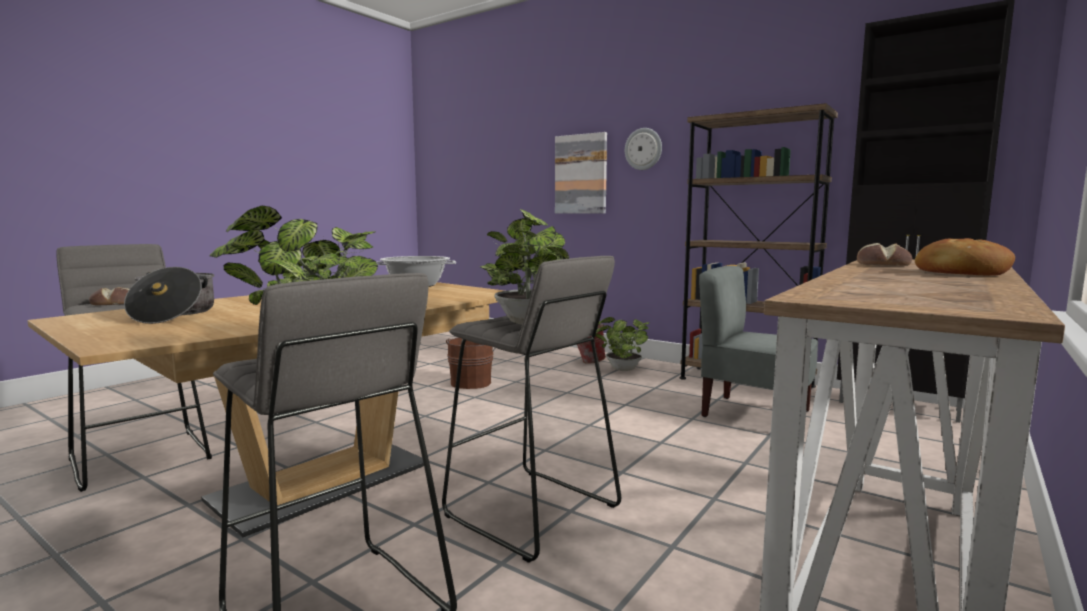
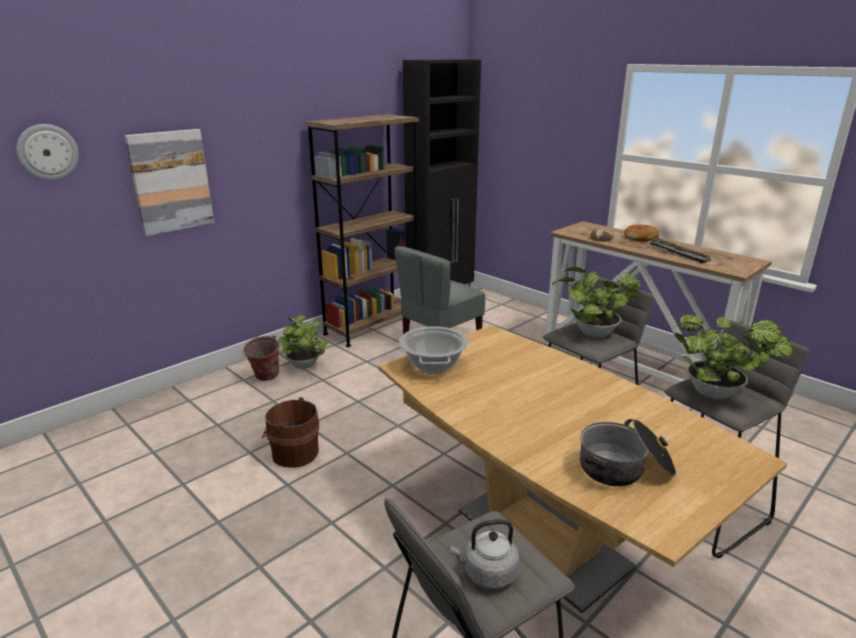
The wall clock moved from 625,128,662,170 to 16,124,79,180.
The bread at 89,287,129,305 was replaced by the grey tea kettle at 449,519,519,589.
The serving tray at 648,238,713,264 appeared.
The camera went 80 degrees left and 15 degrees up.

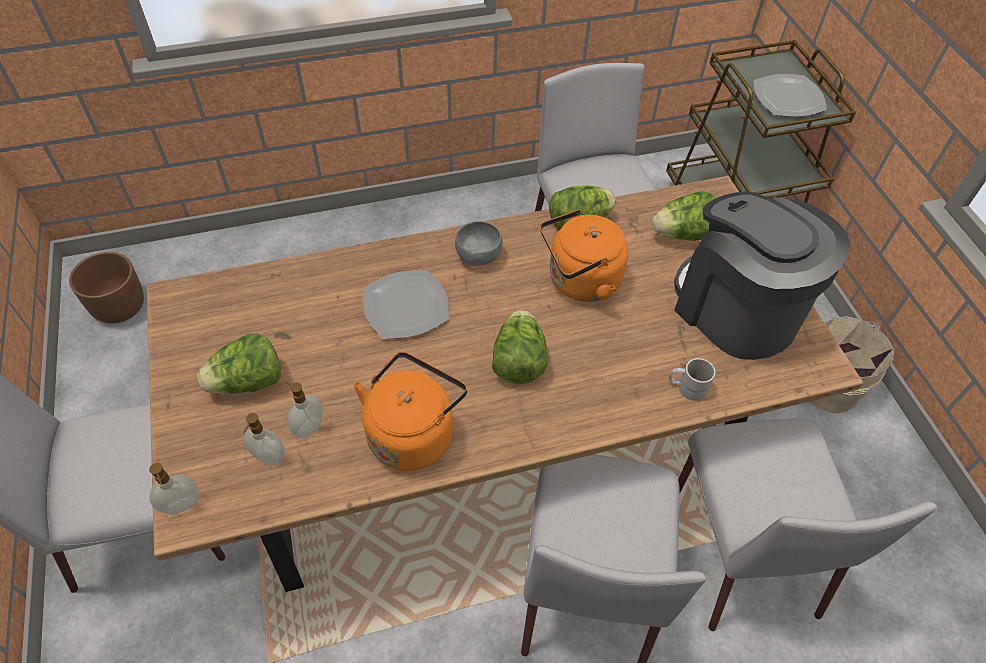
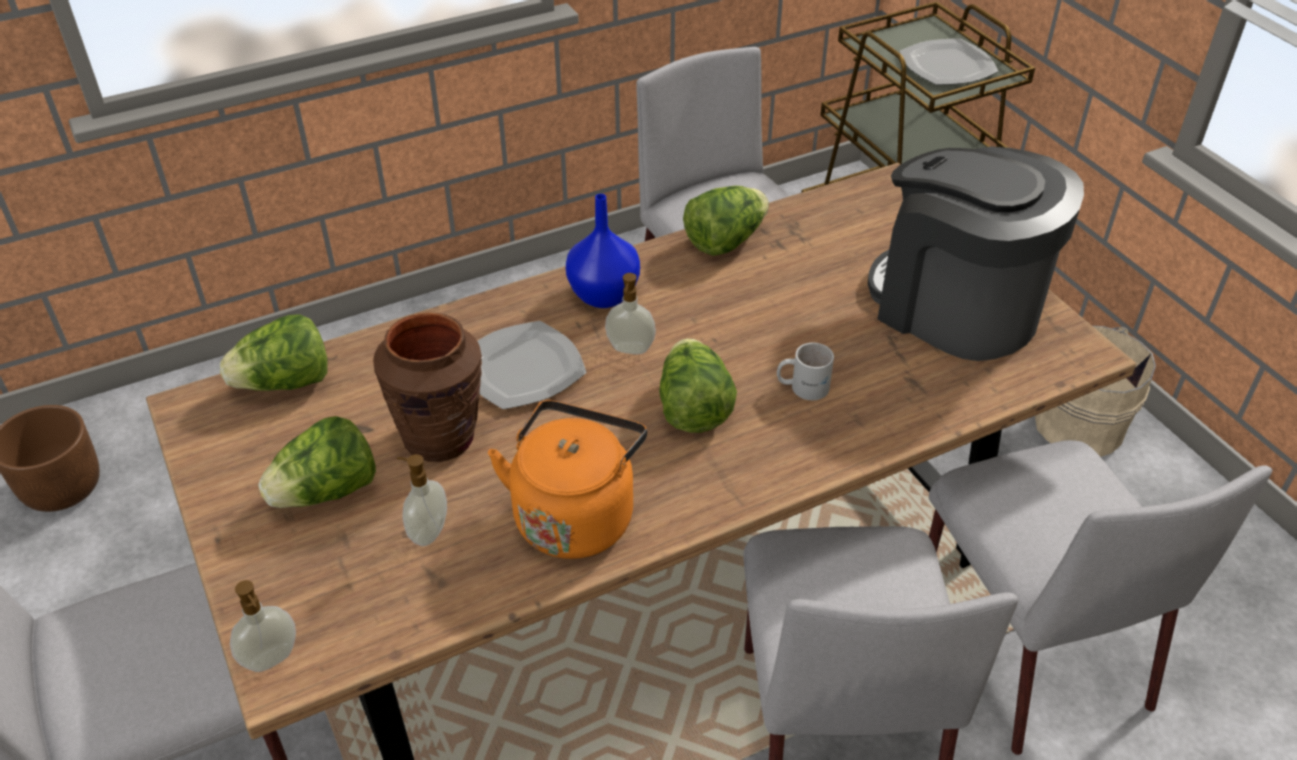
The lettuce head moved from 652,191,716,241 to 220,315,328,391.
The orange-coloured tea kettle at 540,209,628,302 disappeared.
The grey bowl at 455,221,503,266 was replaced by the bluish decorative vase at 566,194,640,308.
The white coffee mug moved from 669,358,715,401 to 777,343,834,400.
The soap dispenser moved from 243,413,285,466 to 605,273,656,354.
The brownish decorative vase at 373,312,482,462 appeared.
The camera went 10 degrees left and 10 degrees down.

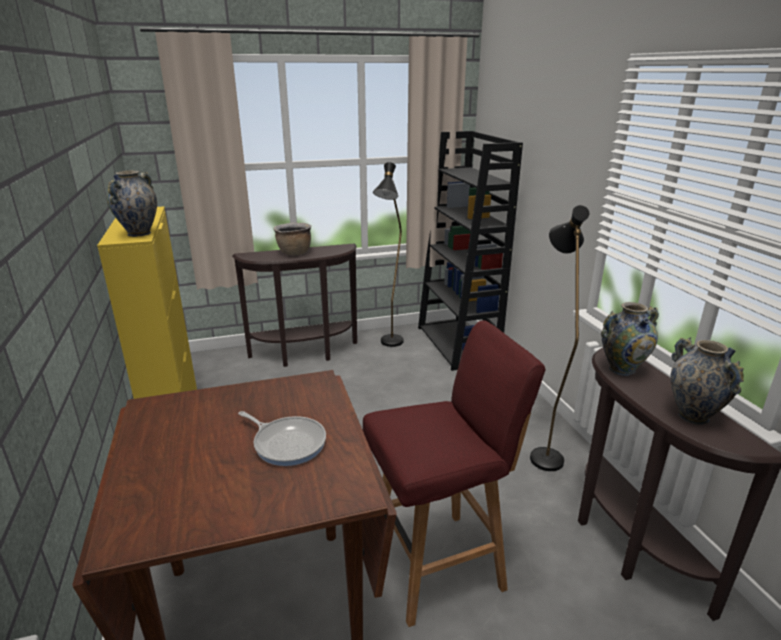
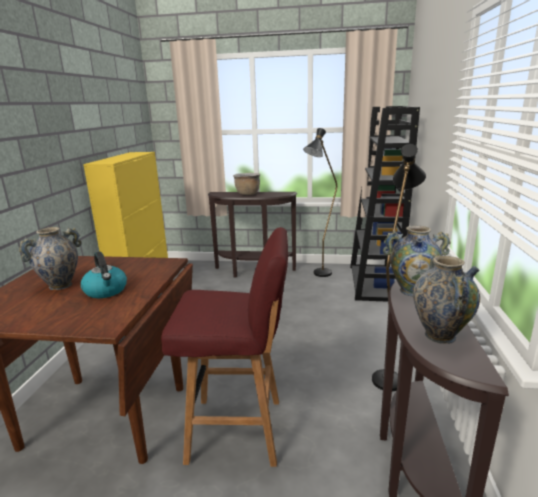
The decorative vase moved from 107,170,157,237 to 19,227,82,290.
The pan at 238,411,326,466 was replaced by the tea kettle at 81,252,127,298.
The camera went 25 degrees right and 5 degrees down.

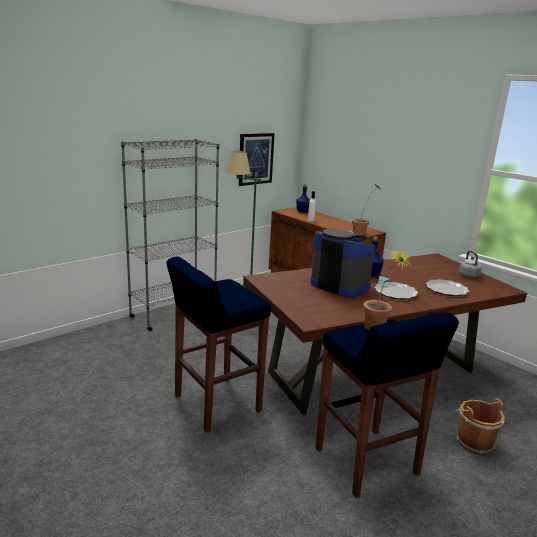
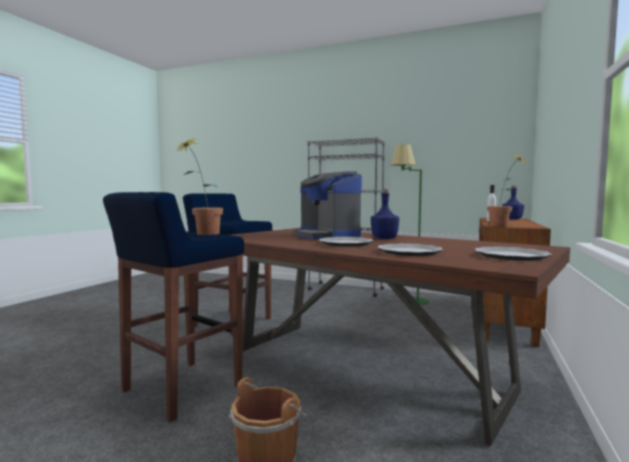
The wall picture at 239,133,275,186 disappeared.
The coffee maker at 311,229,375,297 turned 135 degrees clockwise.
The grey tea kettle at 459,251,482,277 was replaced by the flat dish at 475,246,552,261.
The camera went 65 degrees right and 15 degrees down.

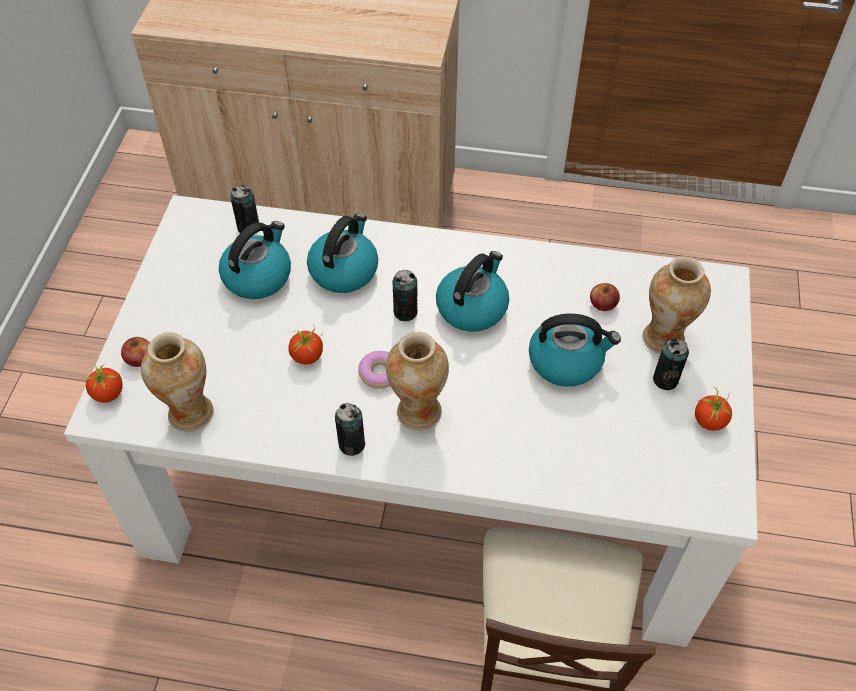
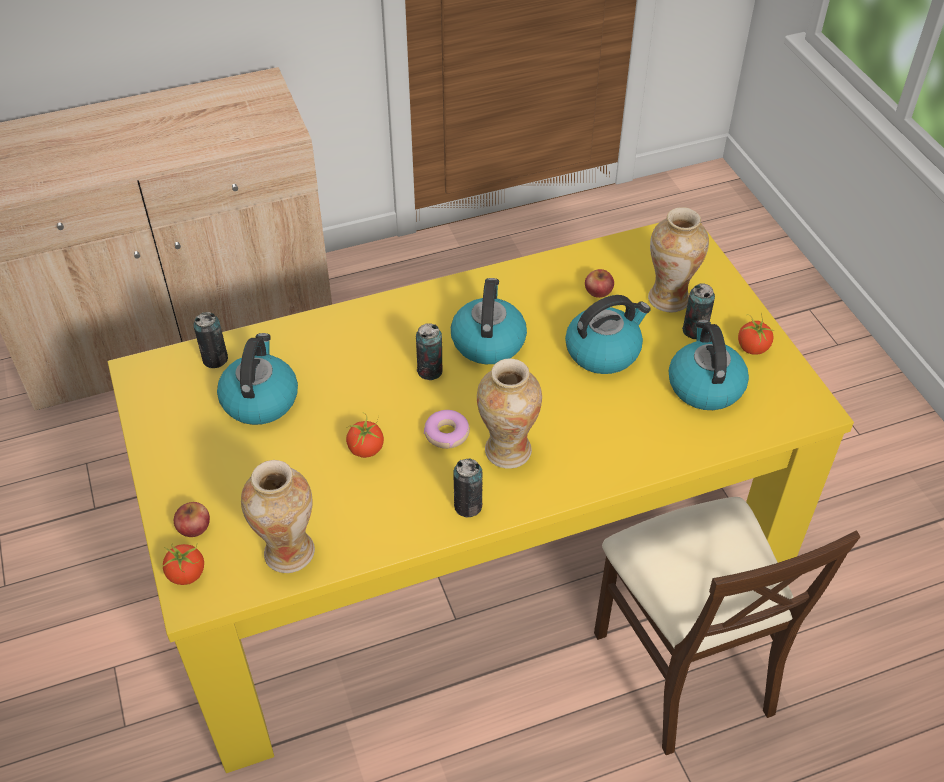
The white dining table at 64,195,758,647 became the yellow-coloured dining table at 108,222,854,773.
The tea kettle moved from 307,213,378,293 to 669,320,749,410.
The camera went 30 degrees left and 5 degrees down.

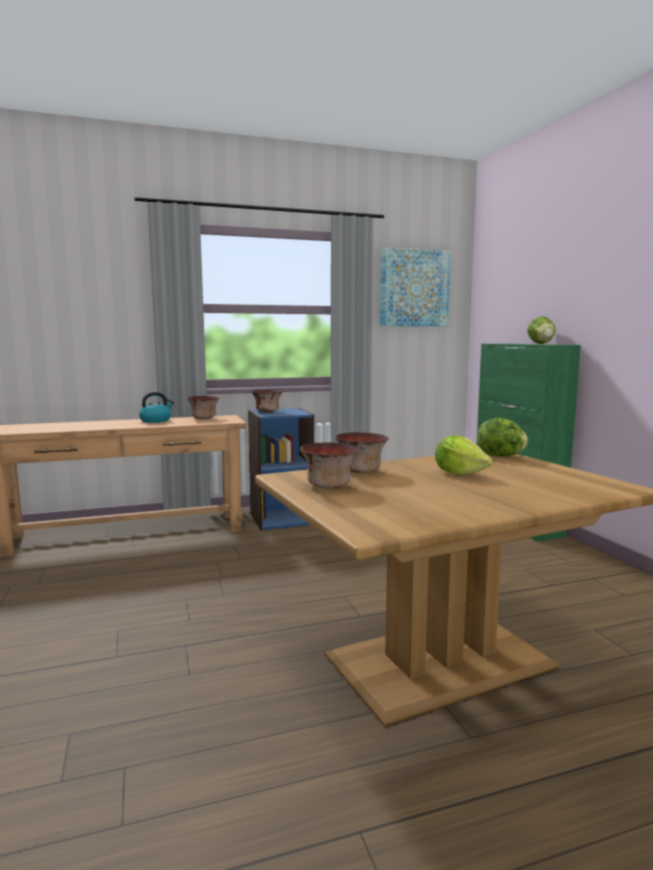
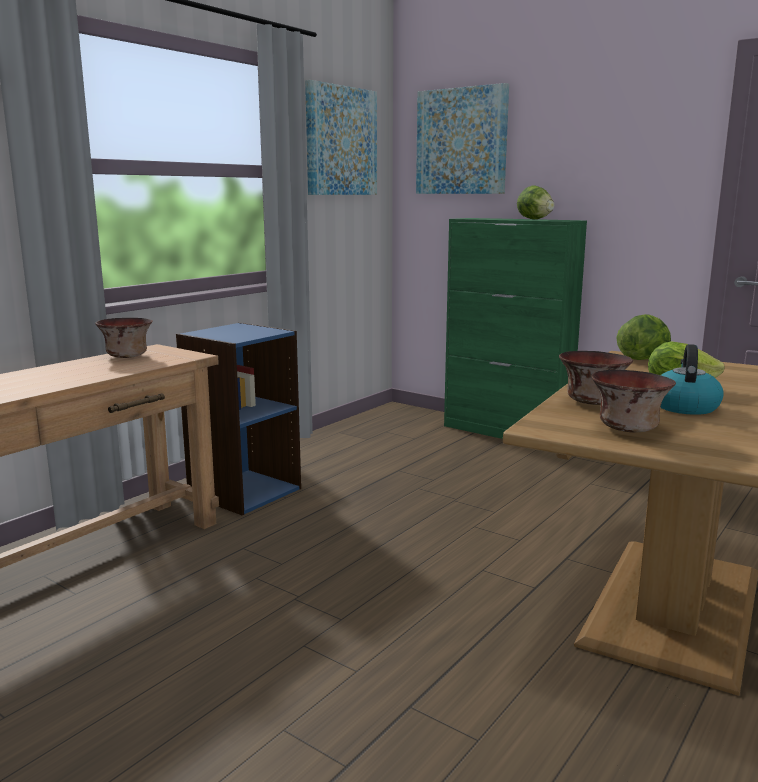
The bowl at 251,390,283,412 disappeared.
The tea kettle moved from 139,392,174,423 to 660,344,724,415.
The wall picture at 416,83,509,194 appeared.
The camera went 35 degrees left and 5 degrees up.

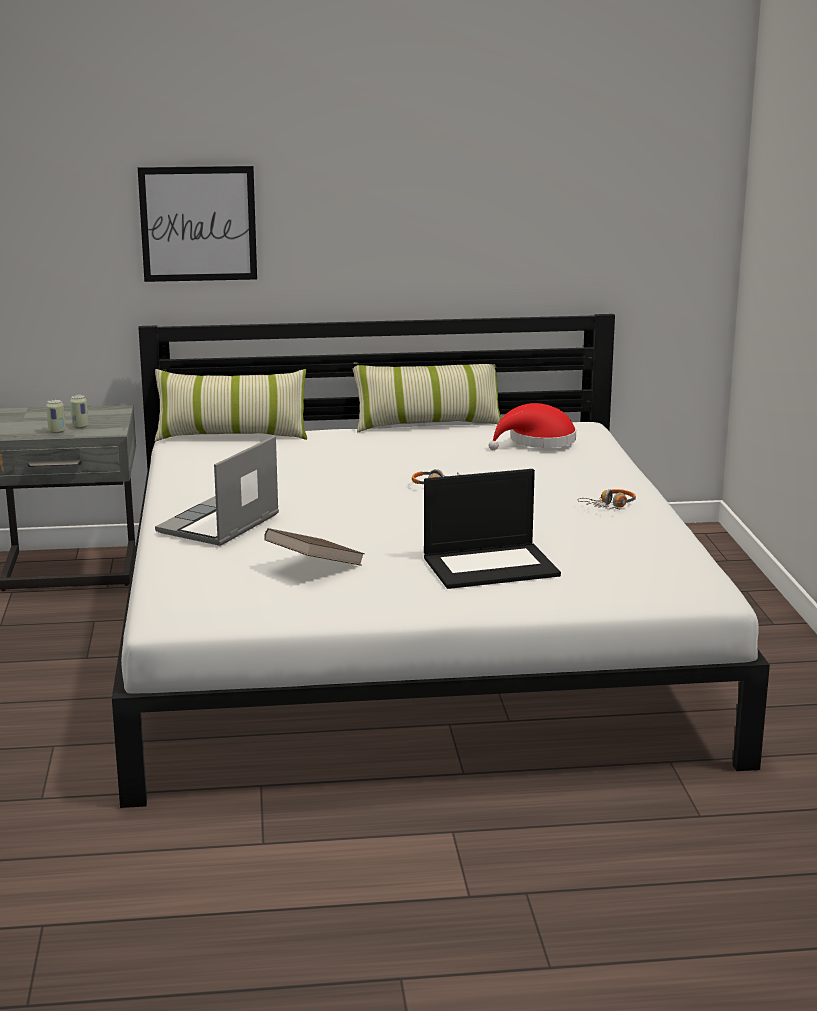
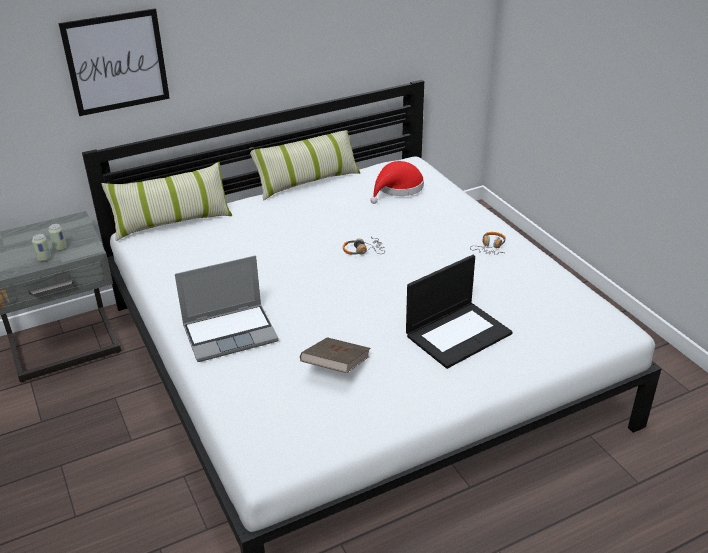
The portable computer at 155,436,279,546 turned 120 degrees counterclockwise.
The camera went 20 degrees left and 15 degrees up.

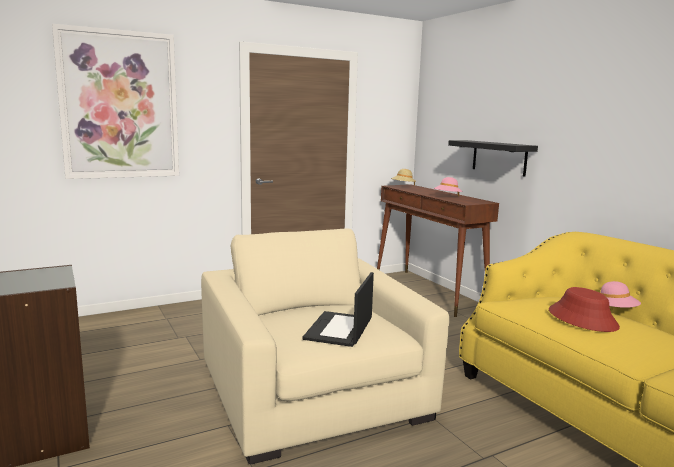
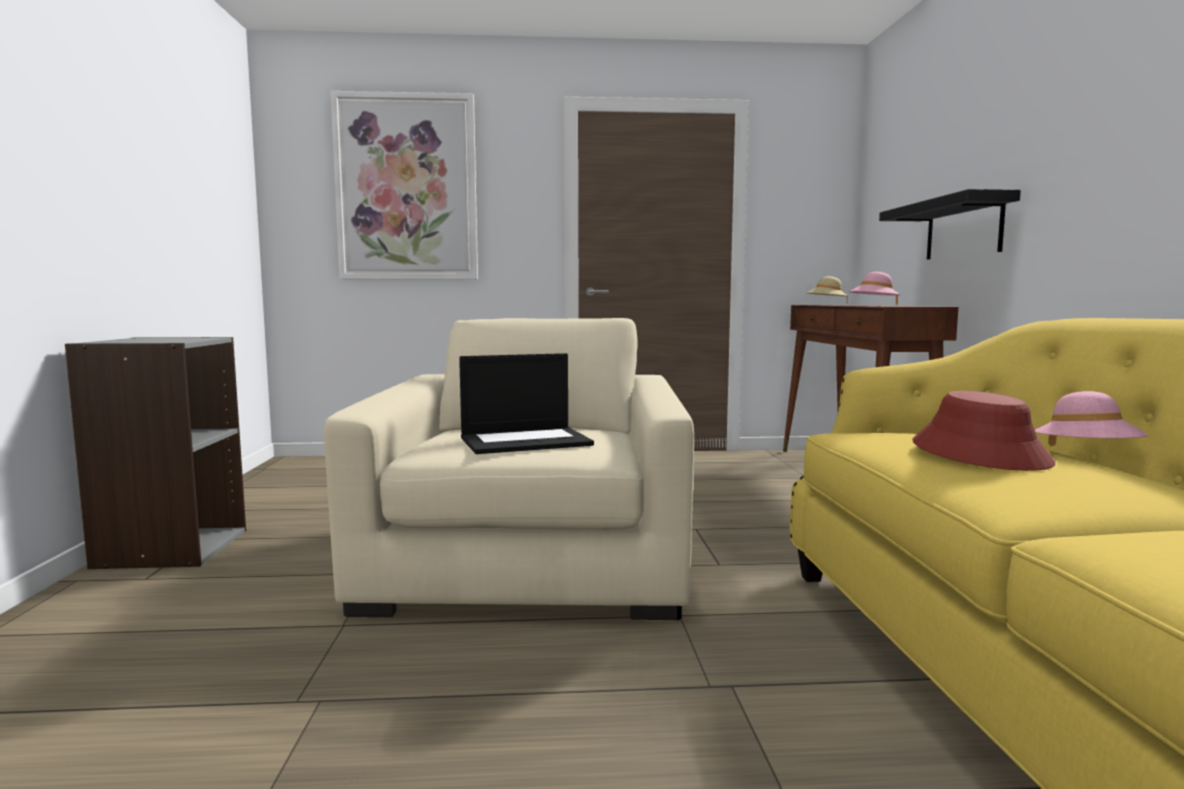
The portable computer at 302,272,374,347 turned 150 degrees counterclockwise.
The camera went 25 degrees right and 5 degrees down.

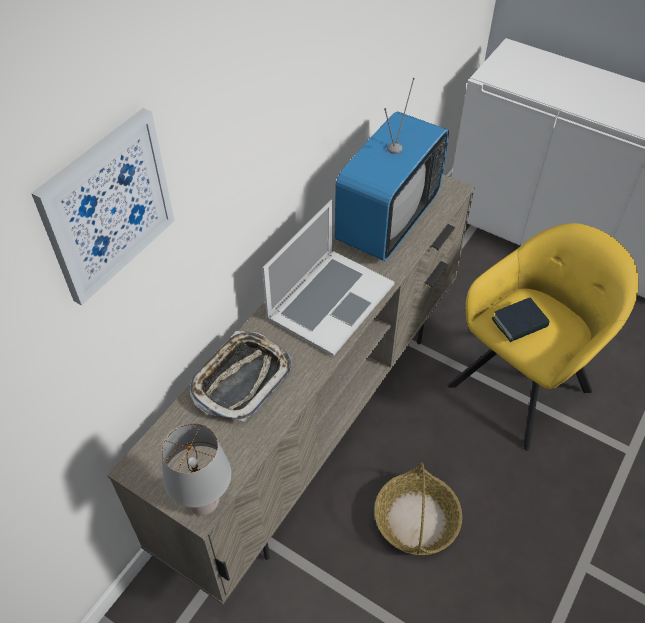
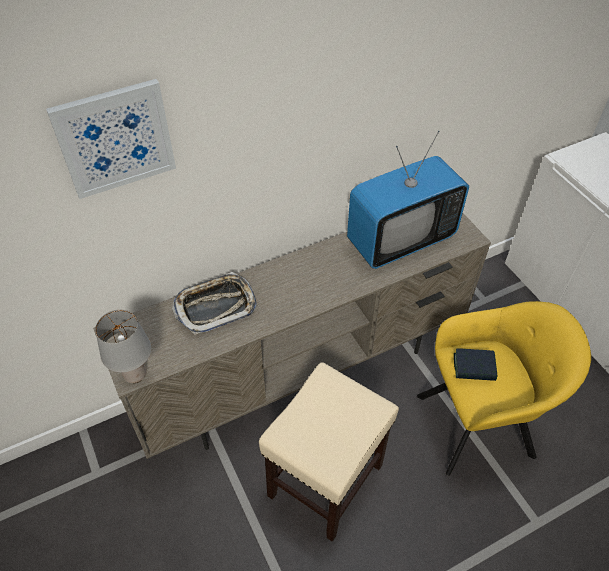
The portable computer at 262,200,394,356 disappeared.
The household basket at 374,462,462,555 was replaced by the beige sitting stool at 259,362,399,542.
The camera went 30 degrees right and 0 degrees up.

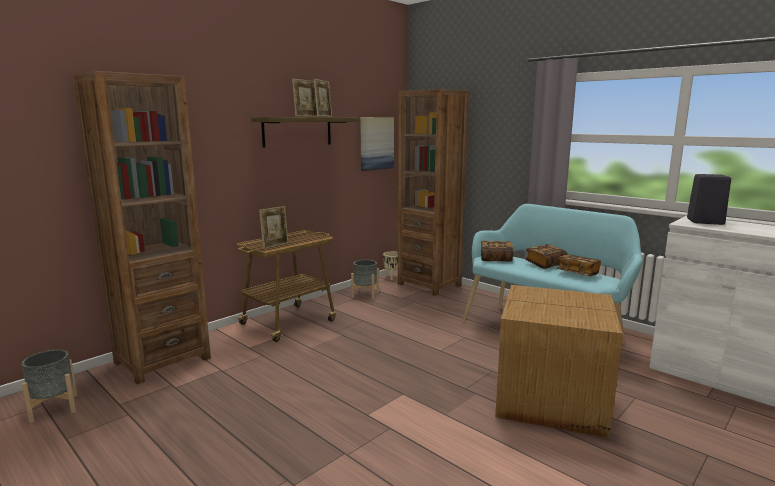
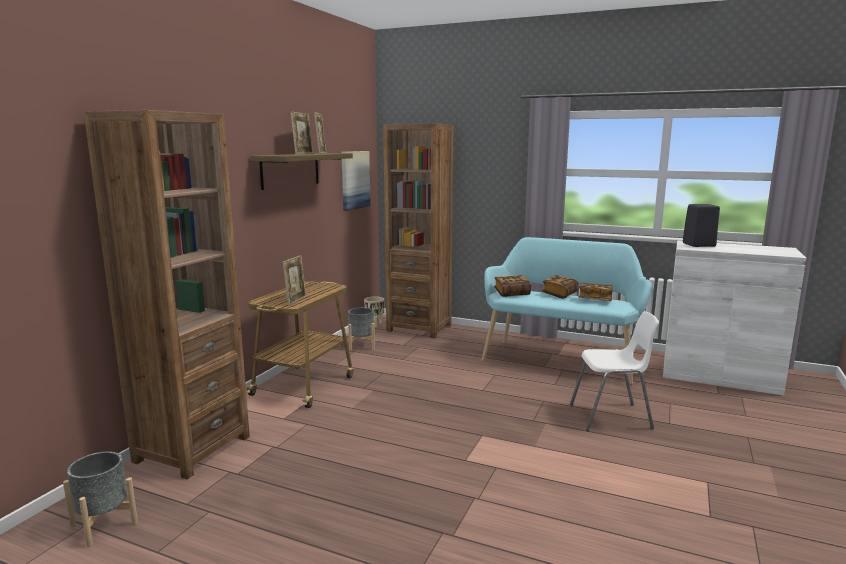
The cardboard box at 495,285,623,438 was replaced by the white plain chair at 570,311,659,431.
The camera went 20 degrees left and 0 degrees up.

